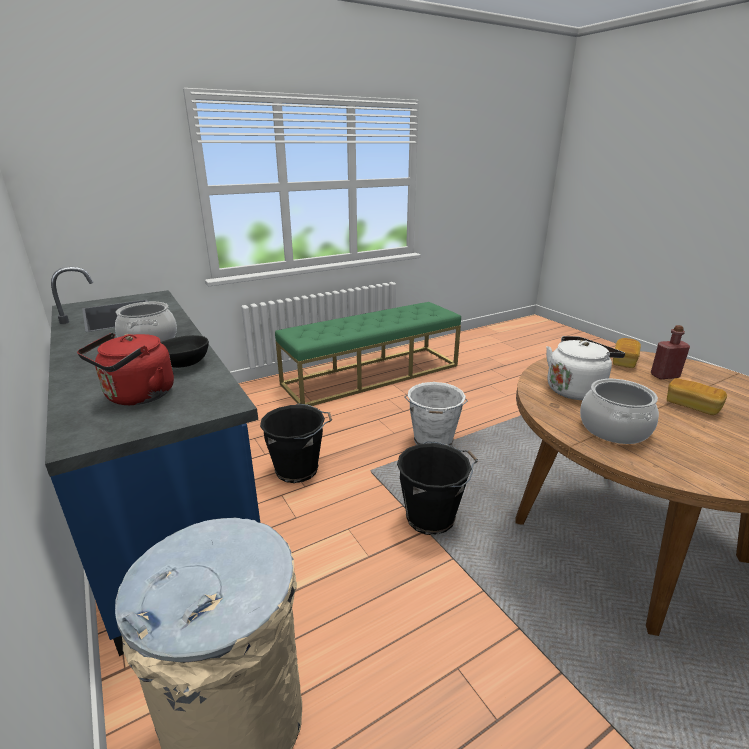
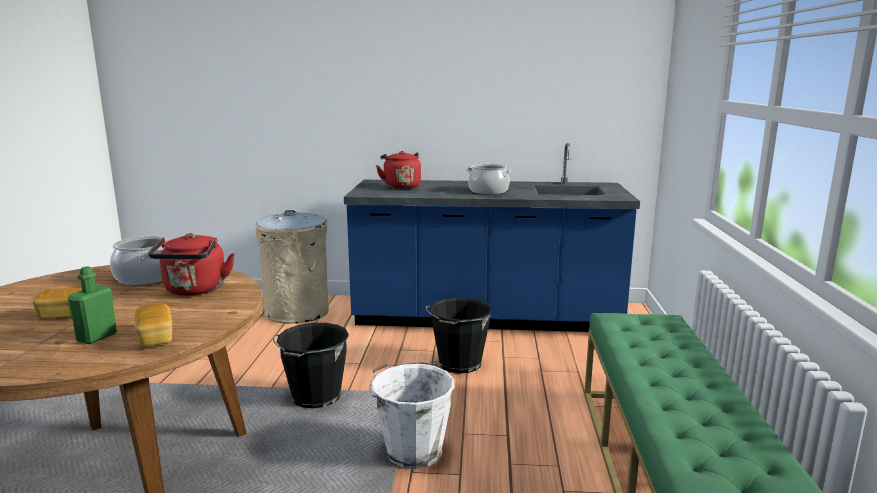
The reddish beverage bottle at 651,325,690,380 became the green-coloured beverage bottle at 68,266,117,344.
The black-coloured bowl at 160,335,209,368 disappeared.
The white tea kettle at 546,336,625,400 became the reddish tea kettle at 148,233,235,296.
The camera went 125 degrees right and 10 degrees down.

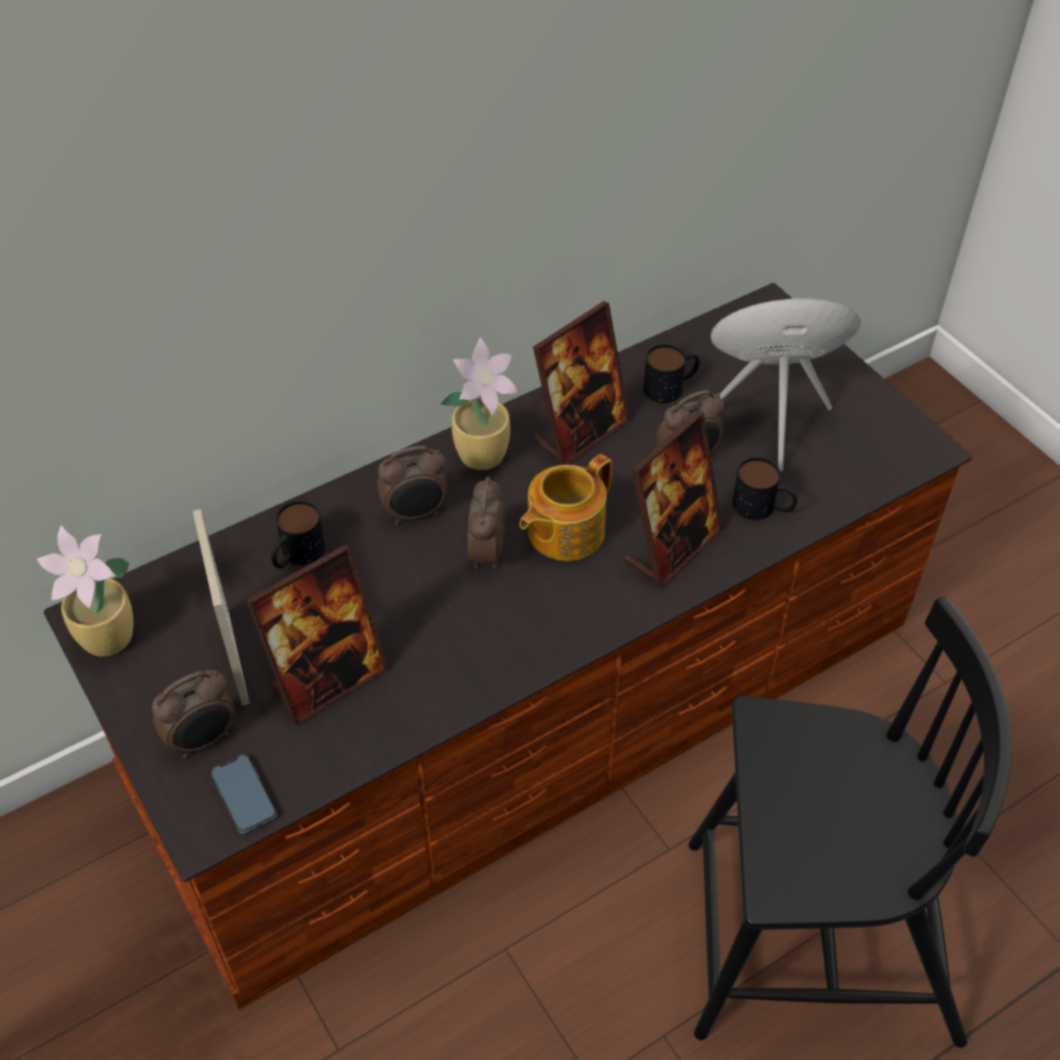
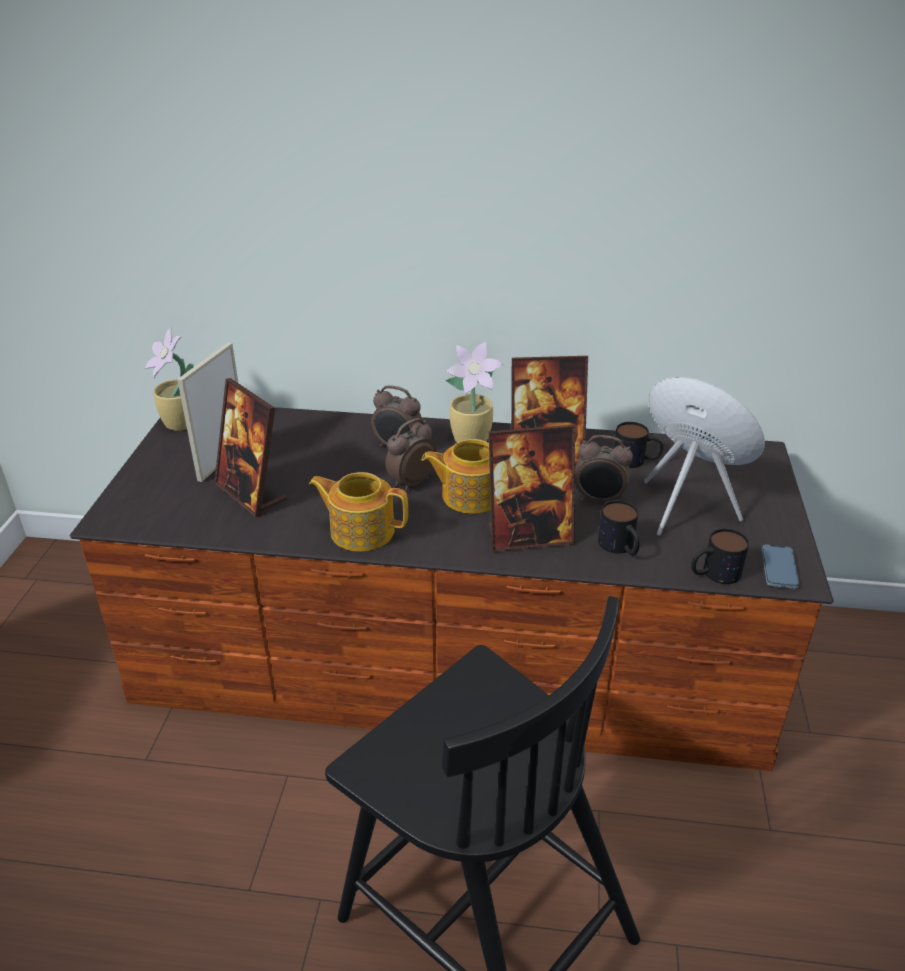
The coffee mug moved from 271,501,325,568 to 691,529,749,584.
The photo frame at 246,544,388,726 turned 45 degrees clockwise.
The table clock at 152,670,235,759 disappeared.
The telephone moved from 211,754,277,834 to 761,544,799,589.
The teapot at 309,472,408,552 appeared.
The camera went 40 degrees right and 15 degrees down.

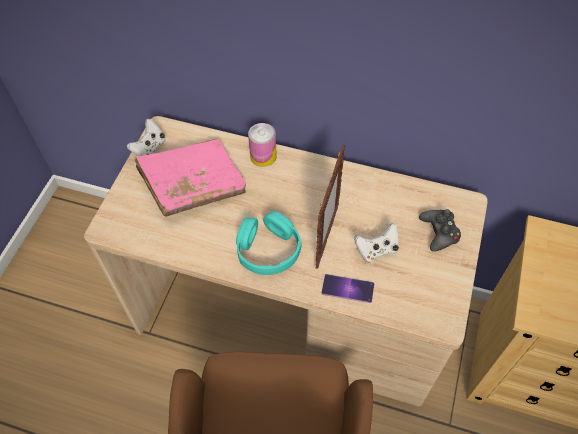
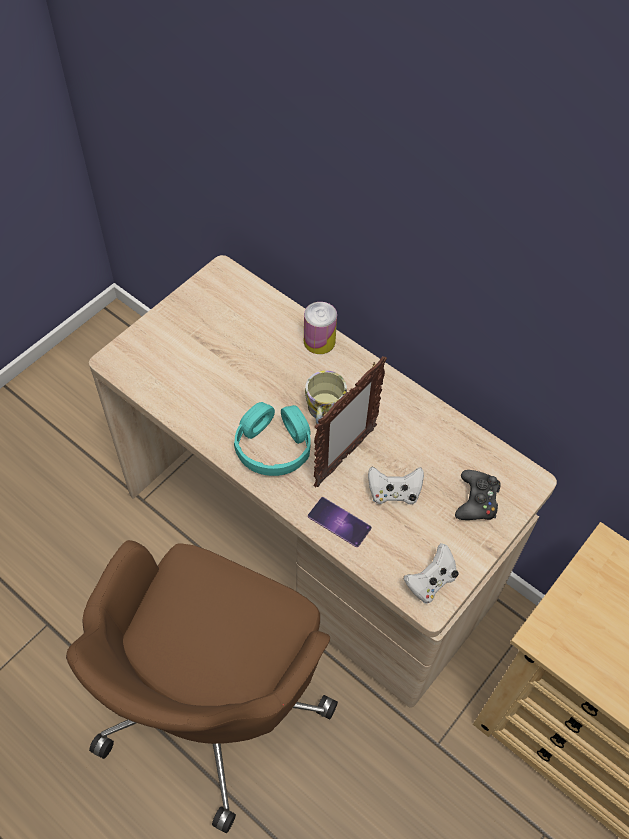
The white joypad moved from 126,119,165,156 to 404,543,459,604.
The pink book at 134,139,246,217 disappeared.
The coffee mug at 305,371,347,424 appeared.
The camera went 20 degrees right and 0 degrees up.

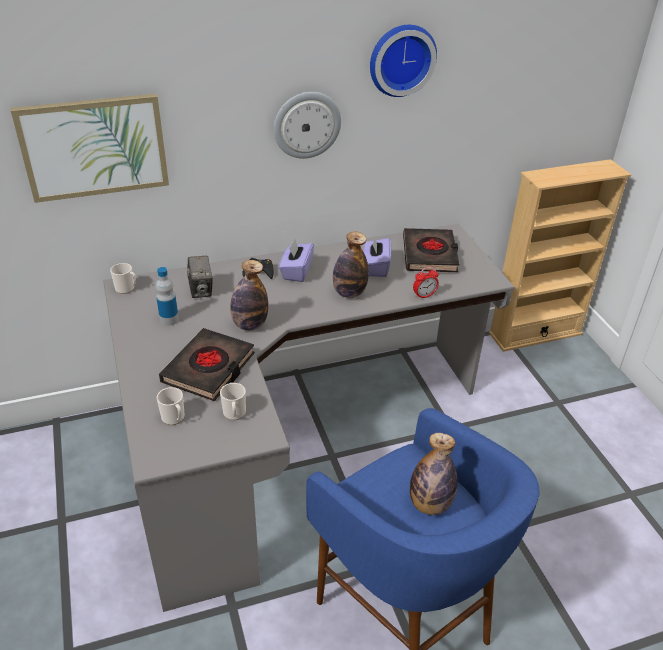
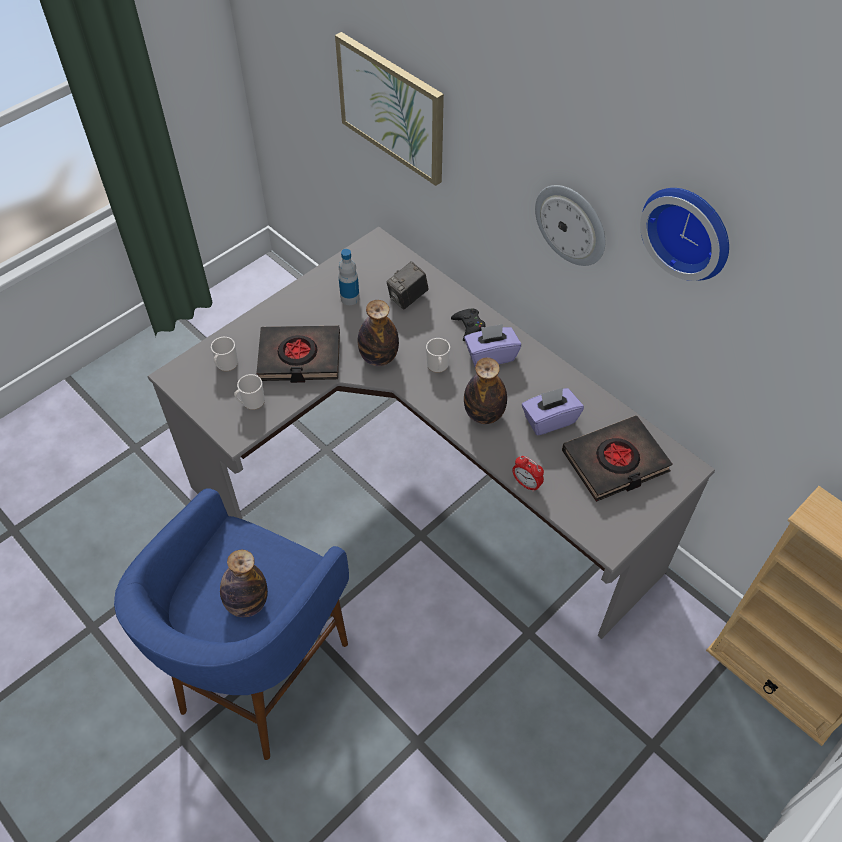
The coffee mug moved from 110,263,136,294 to 426,338,450,373.
The camera went 65 degrees right and 15 degrees up.

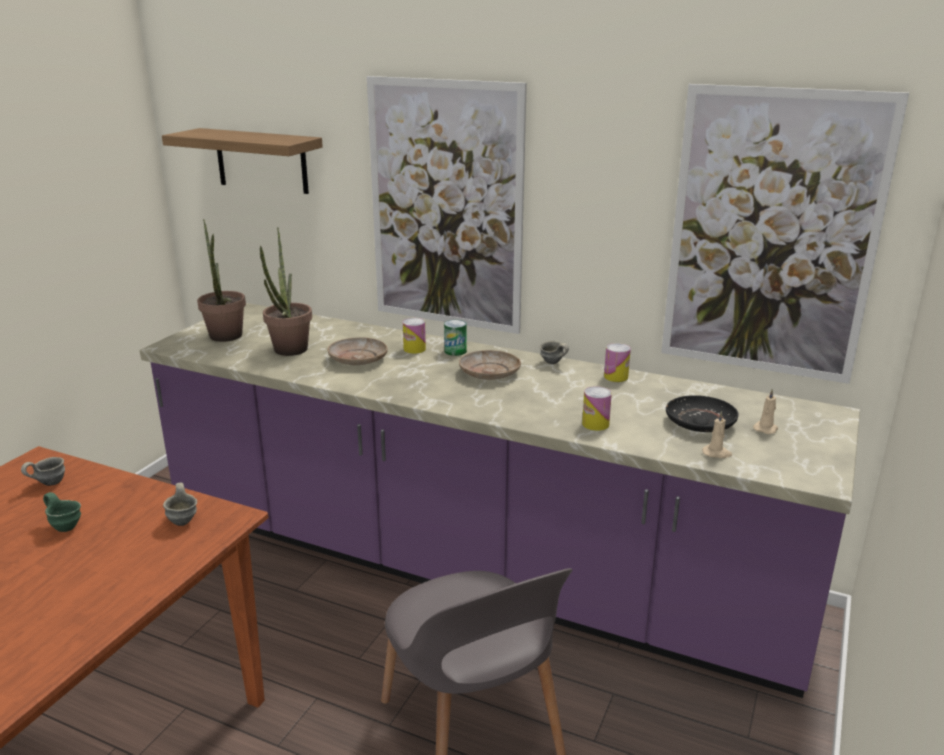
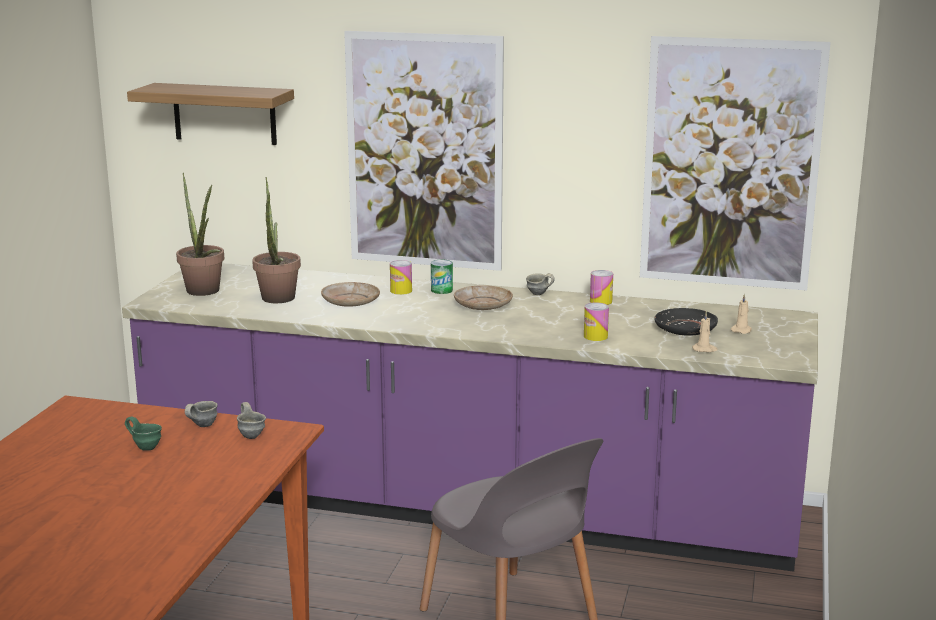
The grey coffee mug moved from 21,457,65,486 to 185,401,218,427.
The camera went 10 degrees left and 5 degrees down.

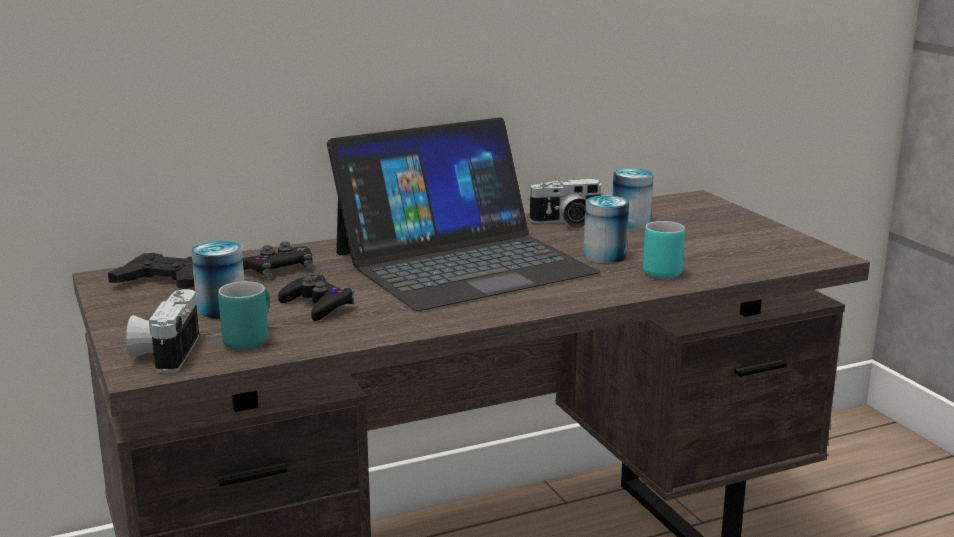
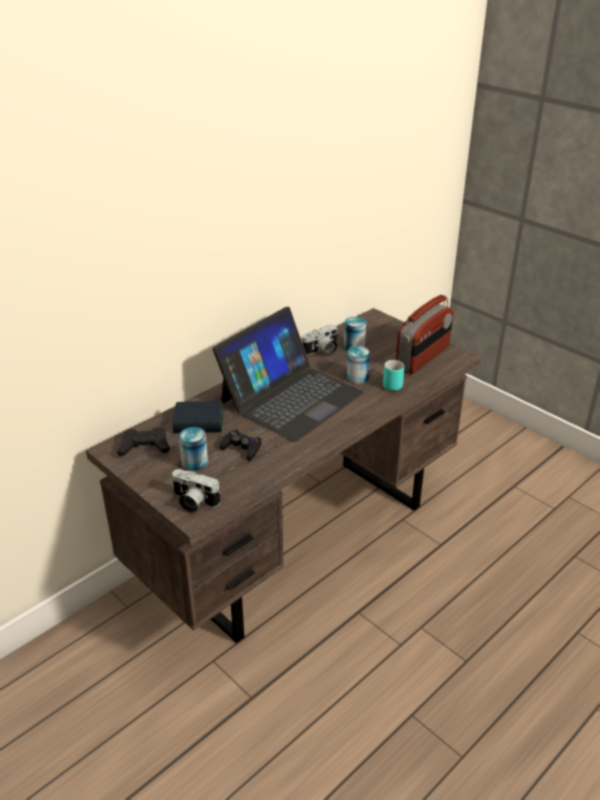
The black-coloured joypad at 243,241,312,278 was replaced by the book at 172,401,223,433.
The blue-green coffee mug at 218,281,270,350 disappeared.
The photo camera at 126,289,199,373 turned 45 degrees counterclockwise.
The radio at 396,295,453,374 appeared.
The camera went 20 degrees left and 15 degrees up.

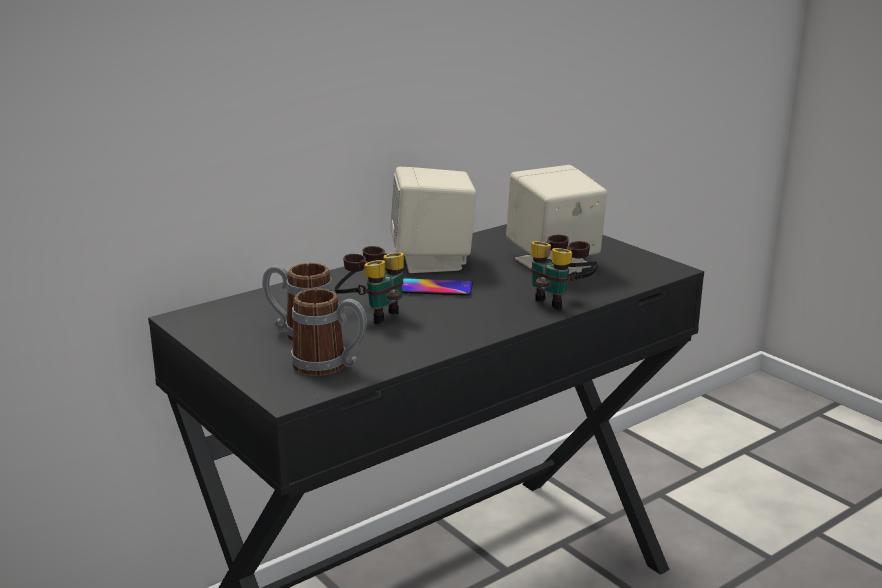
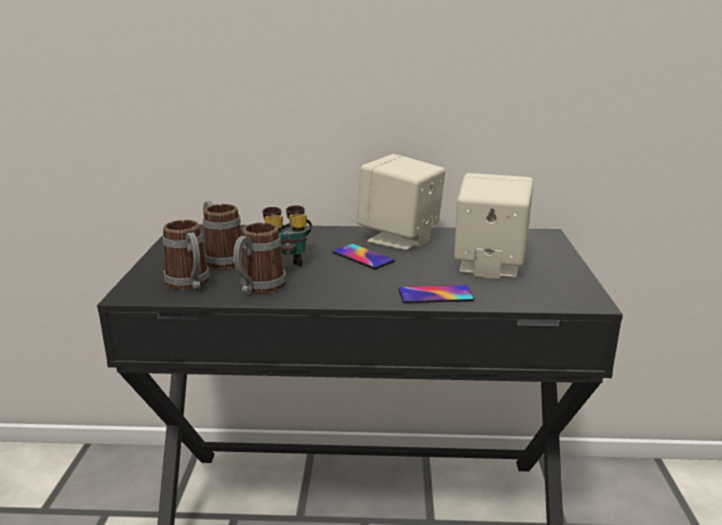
The pair of binoculars at 531,235,598,310 was replaced by the telephone at 398,285,474,303.
The coffee mug at 234,222,286,294 appeared.
The camera went 40 degrees right and 0 degrees up.

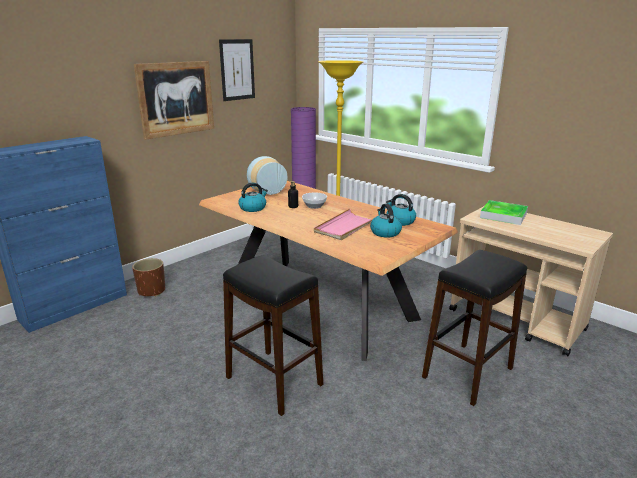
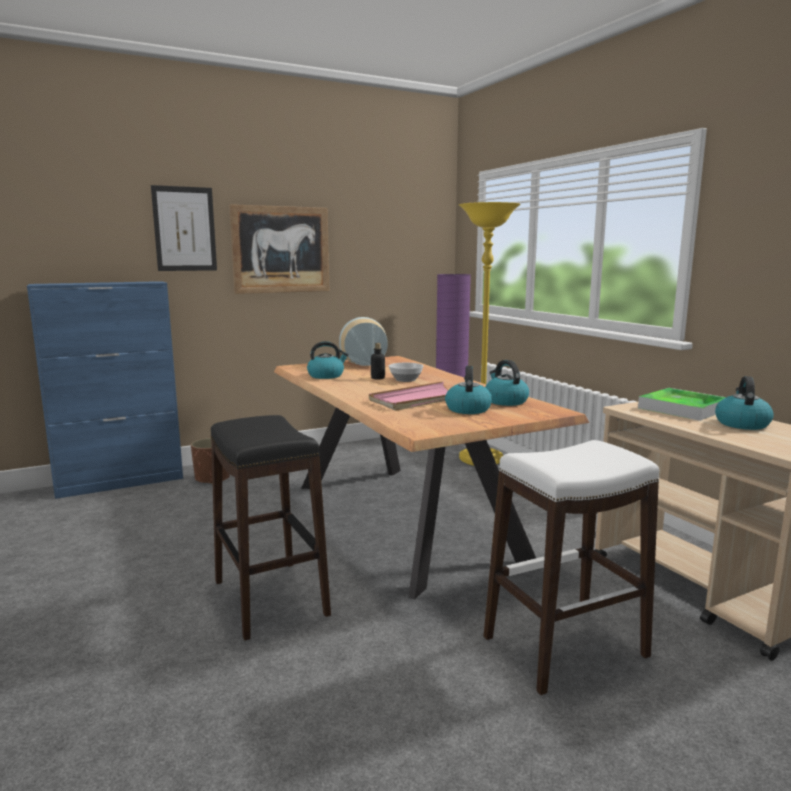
The wall picture moved from 219,39,255,101 to 151,185,217,271.
The black-coloured sitting stool at 422,250,527,406 became the white sitting stool at 484,440,659,695.
The tea kettle at 715,376,774,430 appeared.
The camera went 20 degrees right and 10 degrees down.

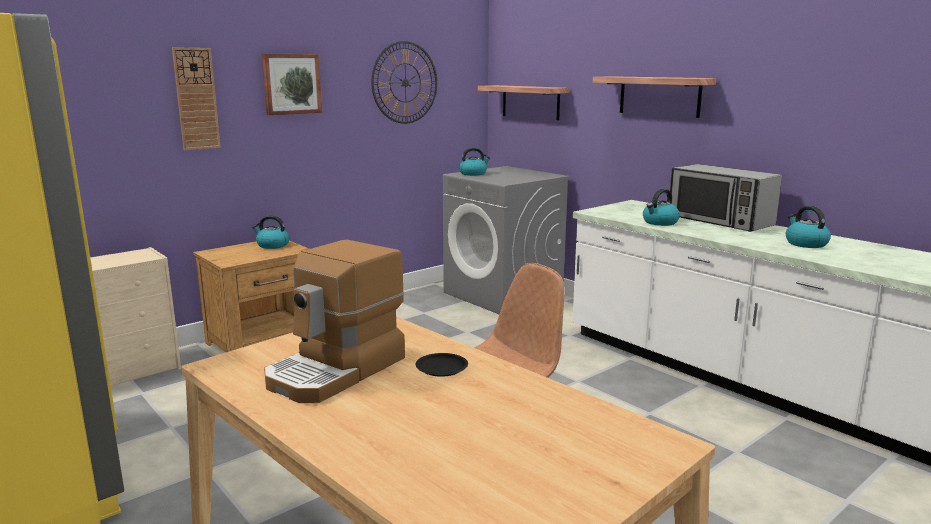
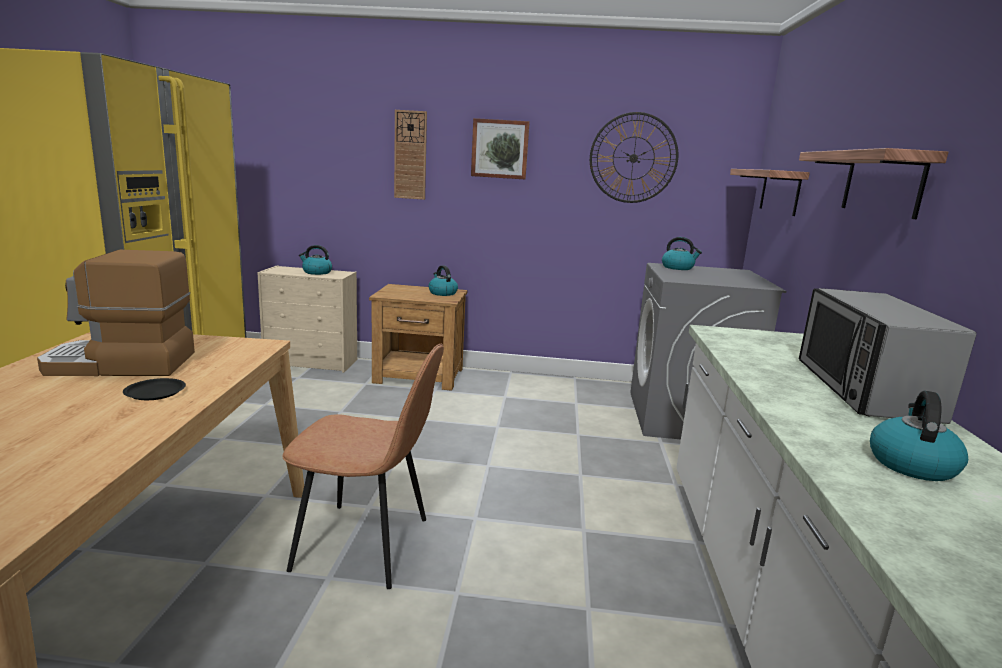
The tea kettle moved from 643,189,680,226 to 299,245,332,275.
The camera went 45 degrees right and 0 degrees up.

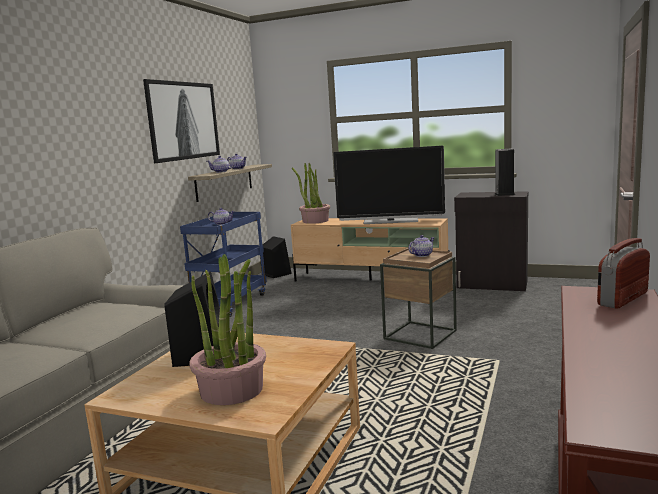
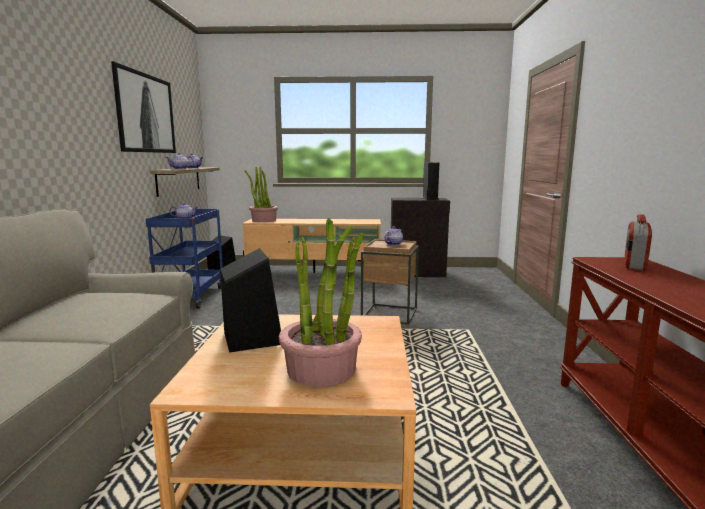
The television at 333,146,445,224 disappeared.
The camera went 20 degrees left and 0 degrees up.

